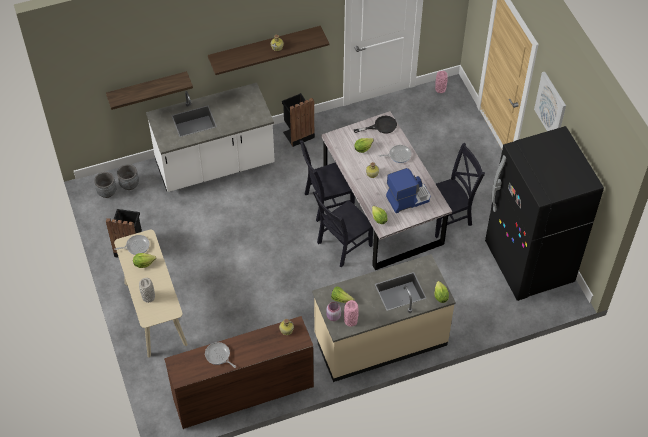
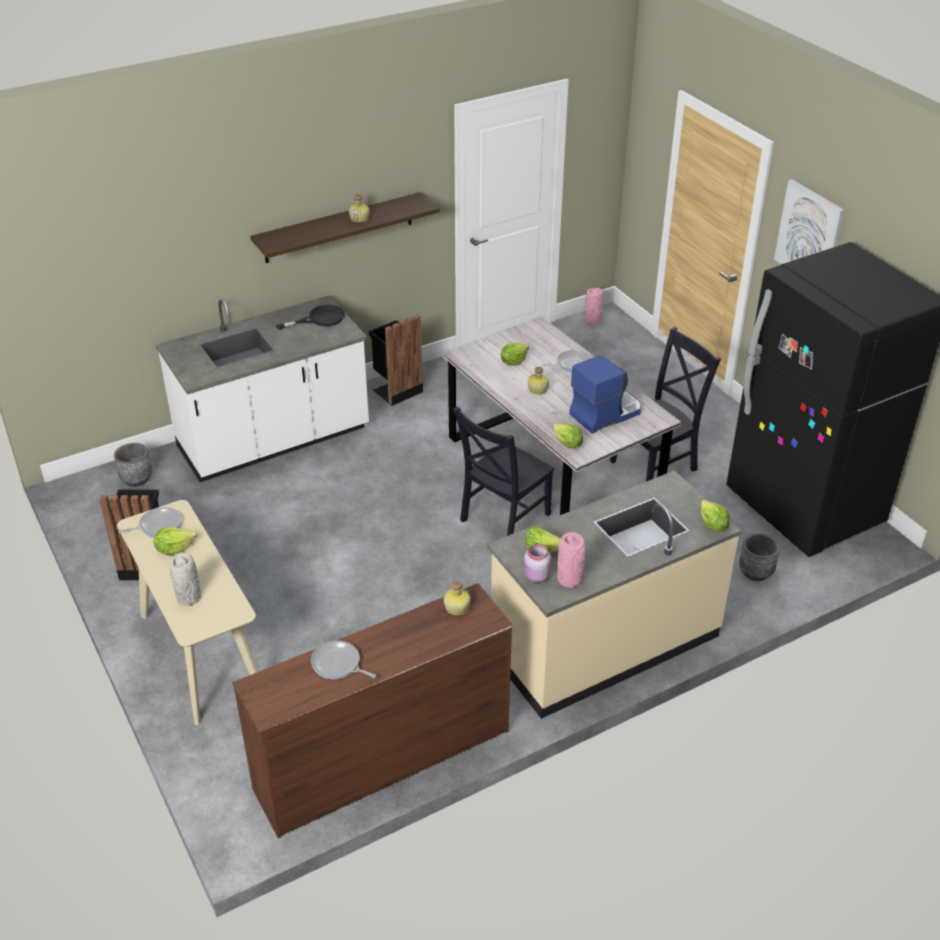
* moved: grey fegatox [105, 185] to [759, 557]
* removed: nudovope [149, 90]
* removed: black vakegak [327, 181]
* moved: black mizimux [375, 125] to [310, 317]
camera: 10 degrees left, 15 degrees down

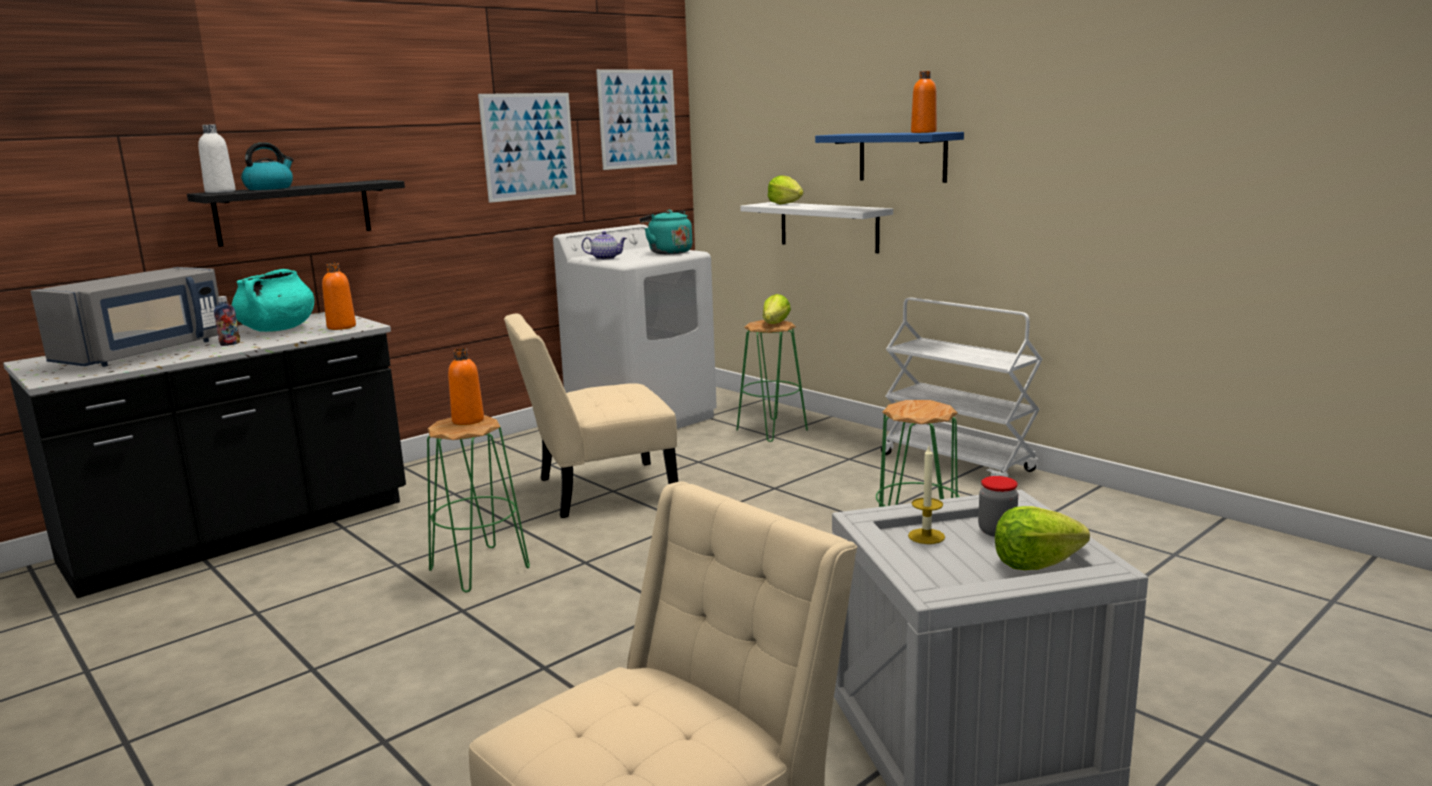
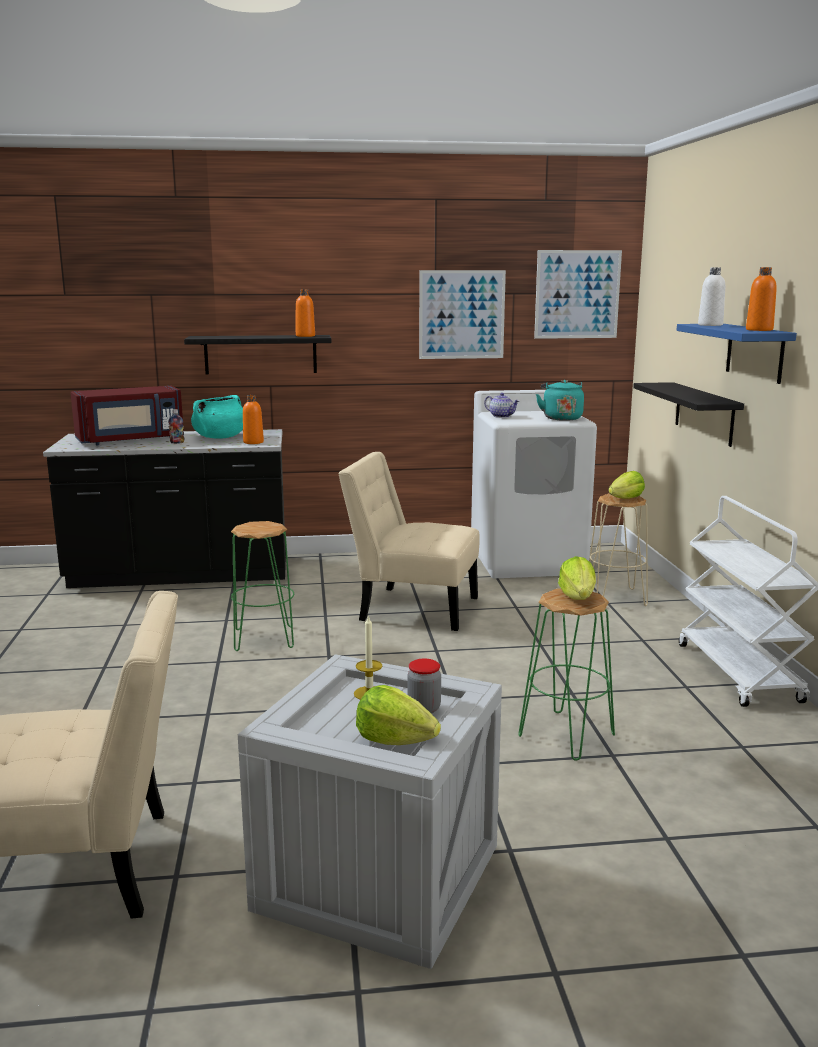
* recoloured: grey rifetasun [125, 317] to red rifetasun [127, 416]
* moved: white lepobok [216, 158] to [711, 296]
* removed: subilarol [267, 166]
* moved: orange lepobok [466, 386] to [305, 313]
* recoloured: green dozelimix [772, 381] to beige dozelimix [618, 549]
* recoloured: white nudovope [816, 227] to black nudovope [688, 414]
* moved: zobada [786, 189] to [577, 578]
camera: 35 degrees right, 0 degrees up

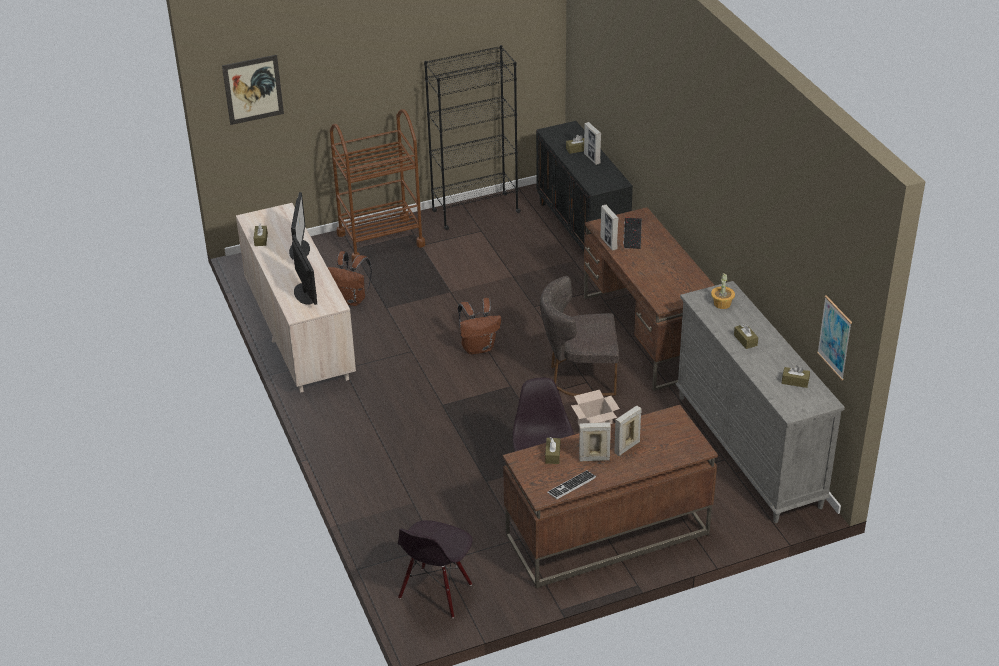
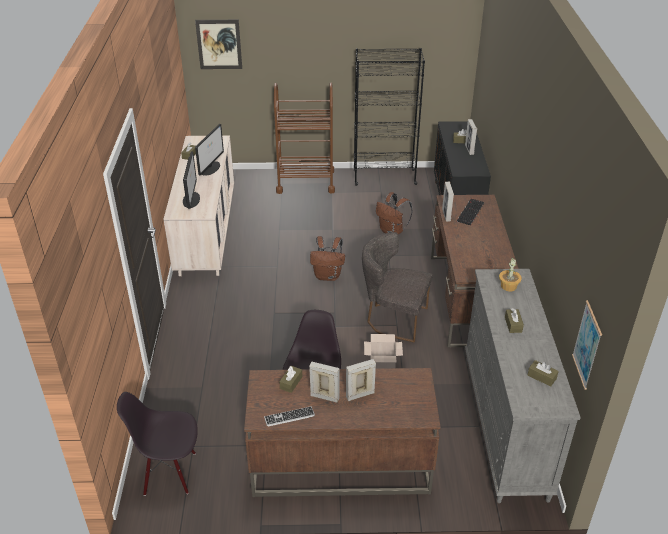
* moved: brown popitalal [349, 278] to [394, 213]
* turned: black vakegak [435, 569] = [157, 444] 45 degrees clockwise
camera: 20 degrees right, 0 degrees up

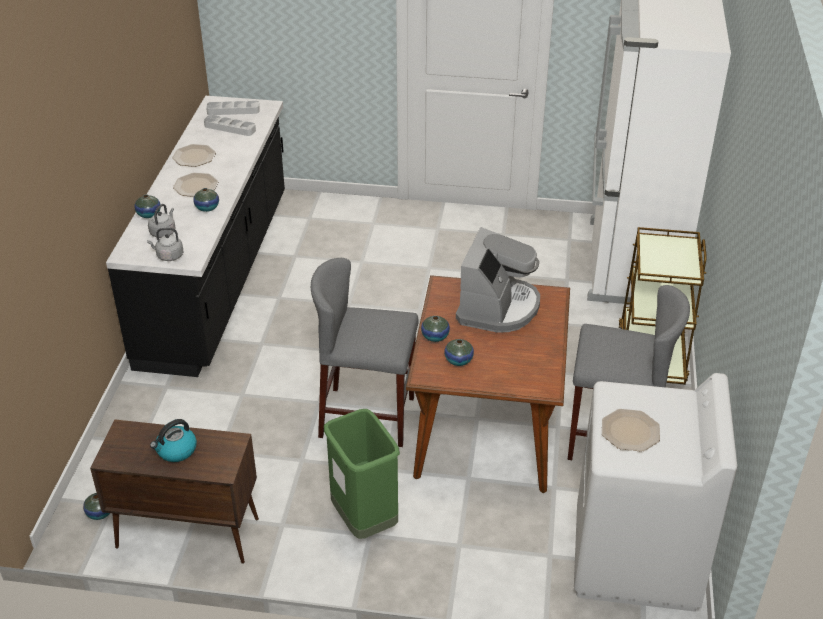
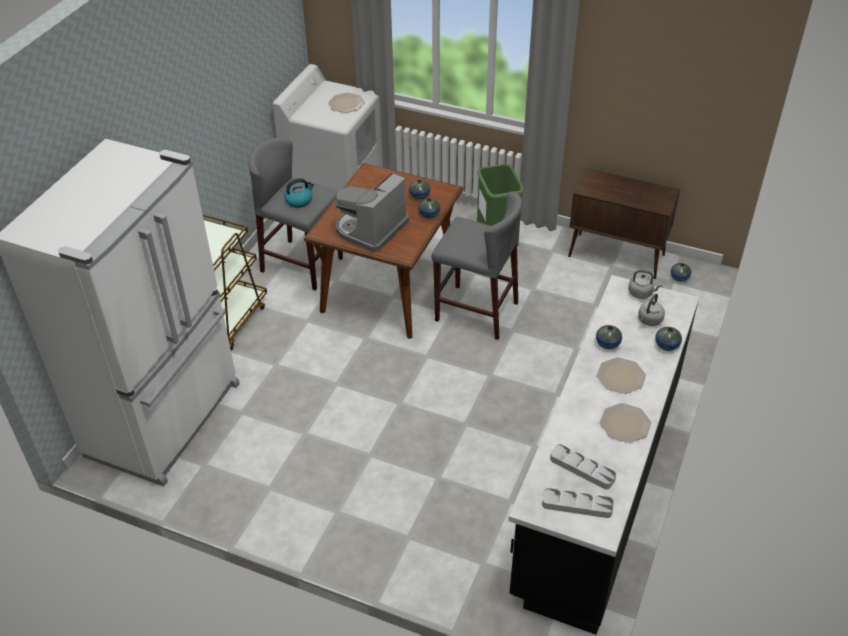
* moved: subilarol [173, 440] to [299, 193]
camera: 165 degrees left, 5 degrees up

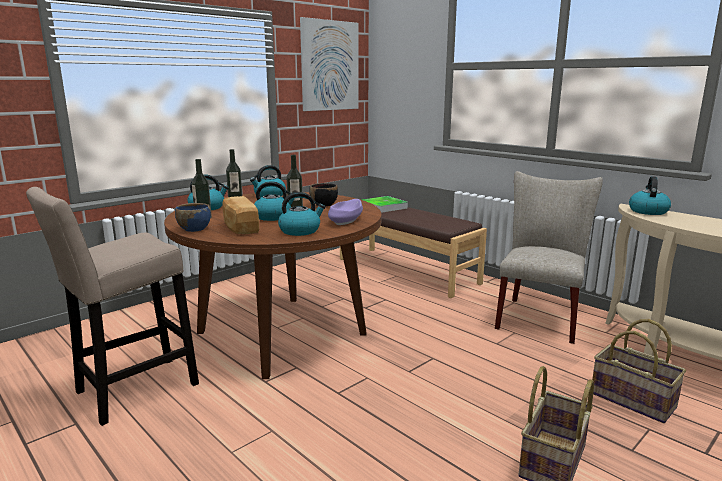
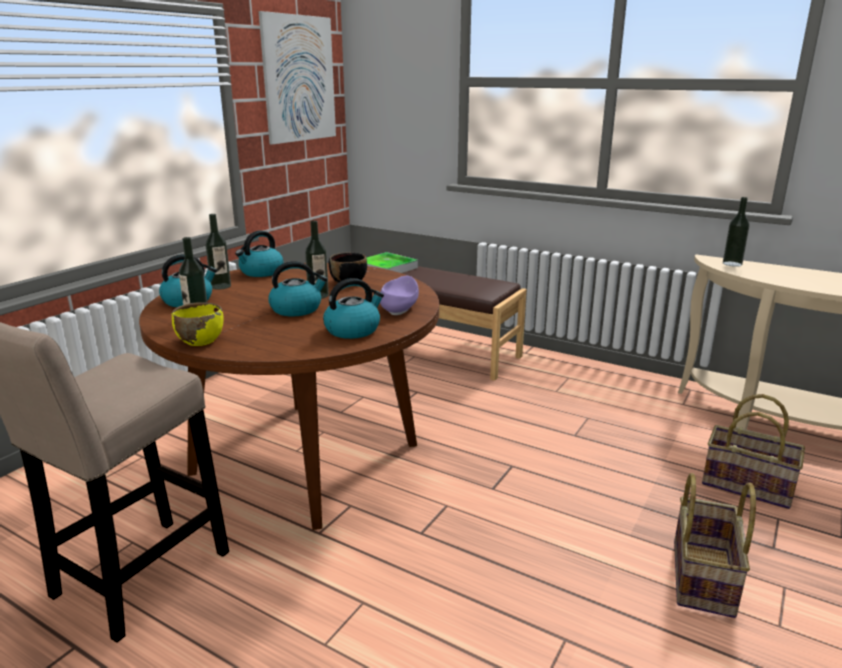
* recoloured: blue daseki [193, 217] to yellow daseki [198, 324]
* removed: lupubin [241, 215]
* removed: beige vakegak [549, 257]
* replaced: subilarol [650, 195] to lepobok [736, 232]
camera: 15 degrees left, 5 degrees up

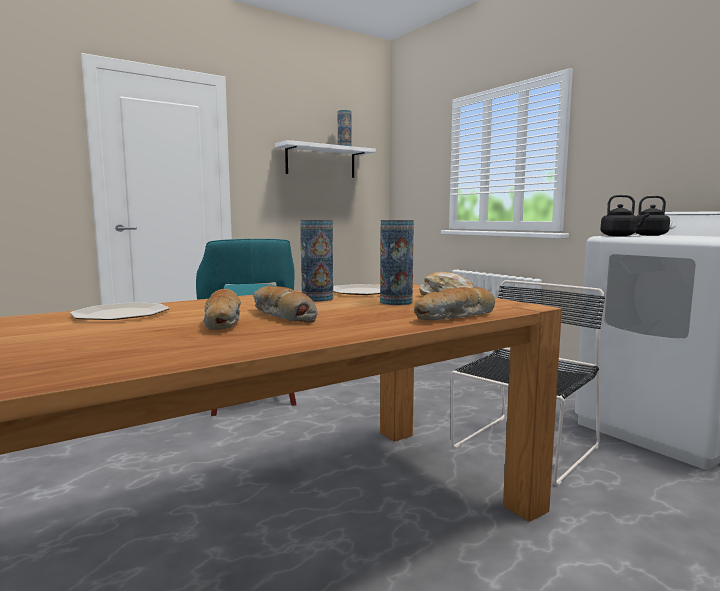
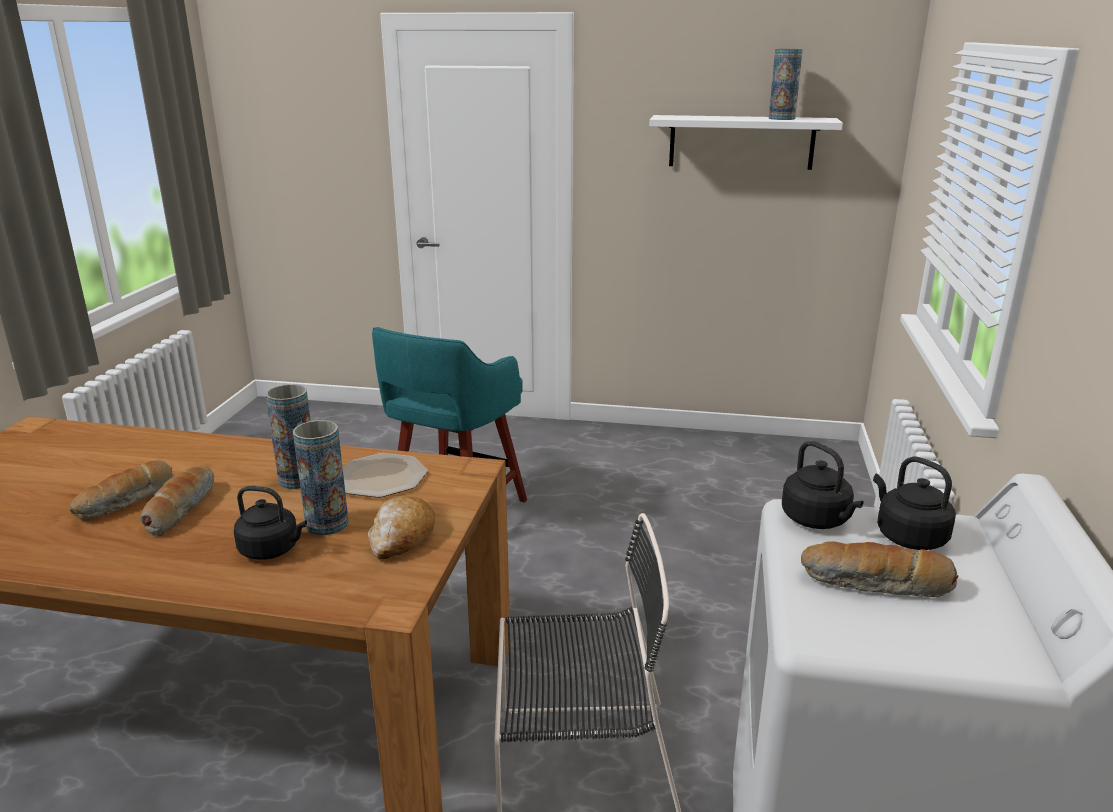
* removed: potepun [120, 311]
* moved: lupubin [454, 304] to [879, 569]
* added: black subilarol [270, 523]
camera: 45 degrees right, 15 degrees up

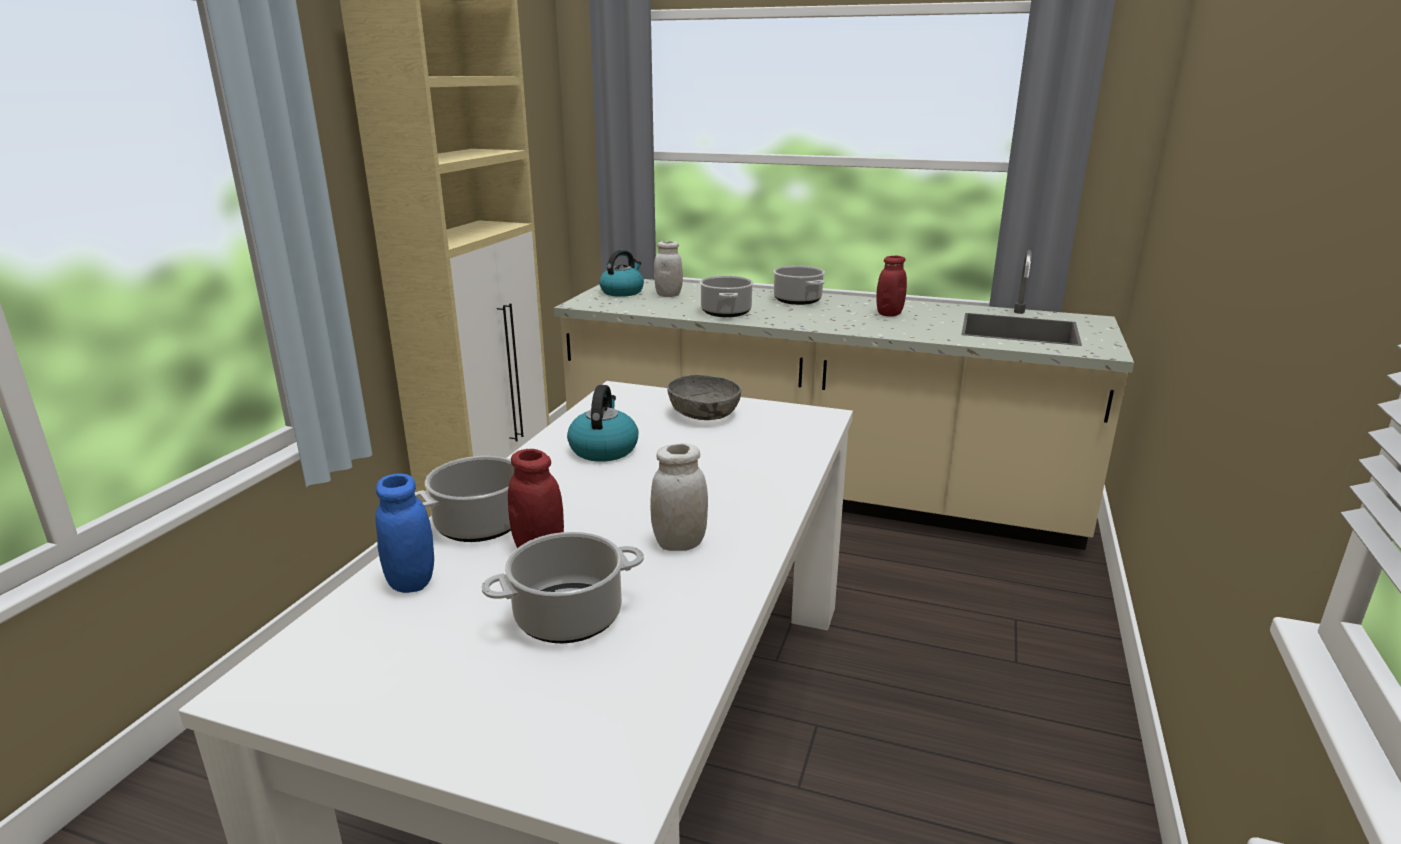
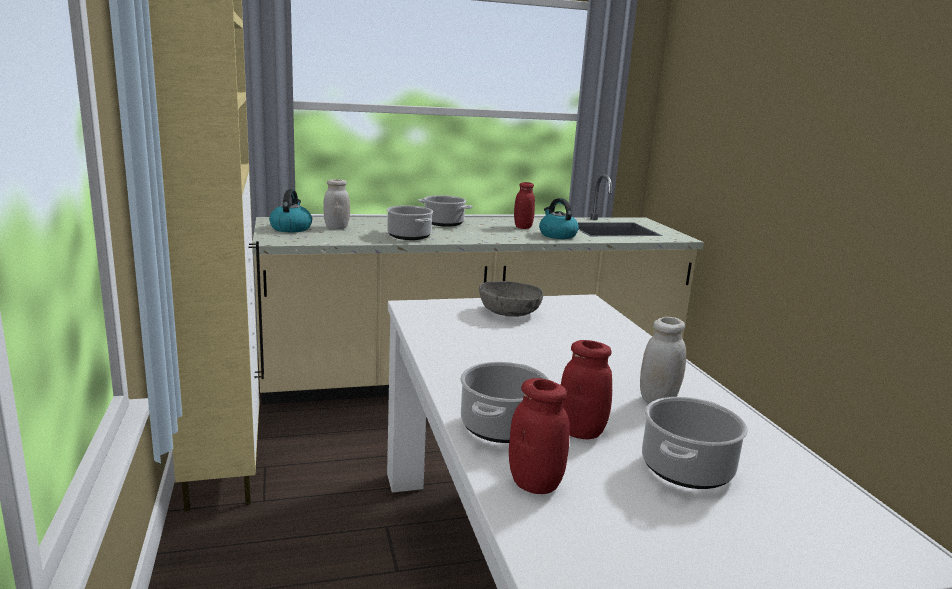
* recoloured: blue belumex [404, 533] to red belumex [539, 436]
* moved: subilarol [602, 423] to [559, 218]
camera: 35 degrees left, 5 degrees down

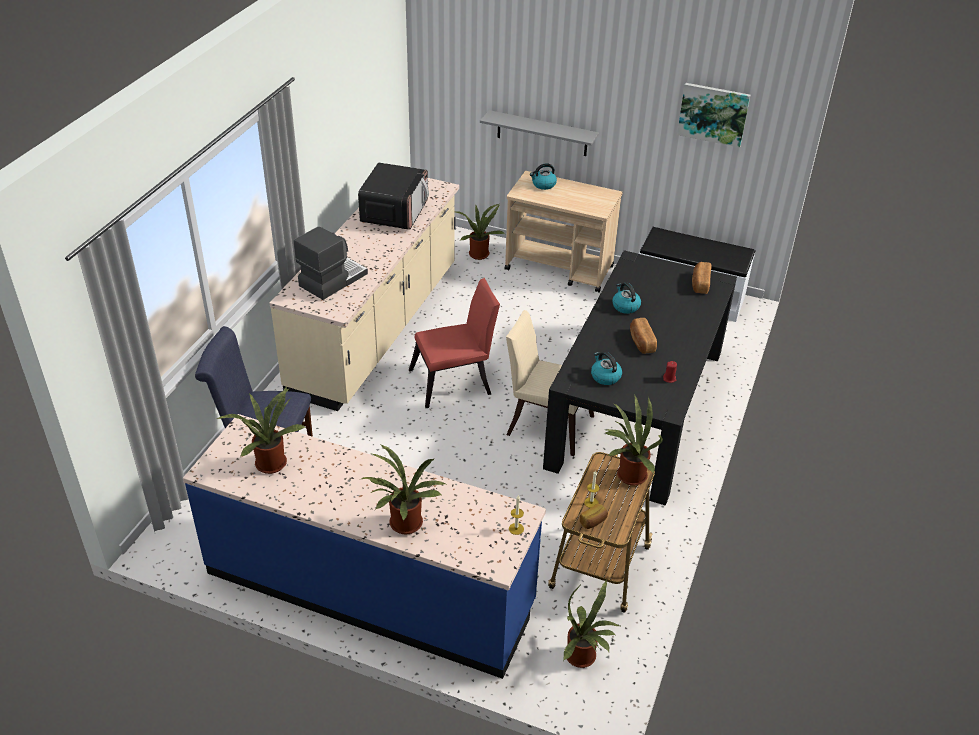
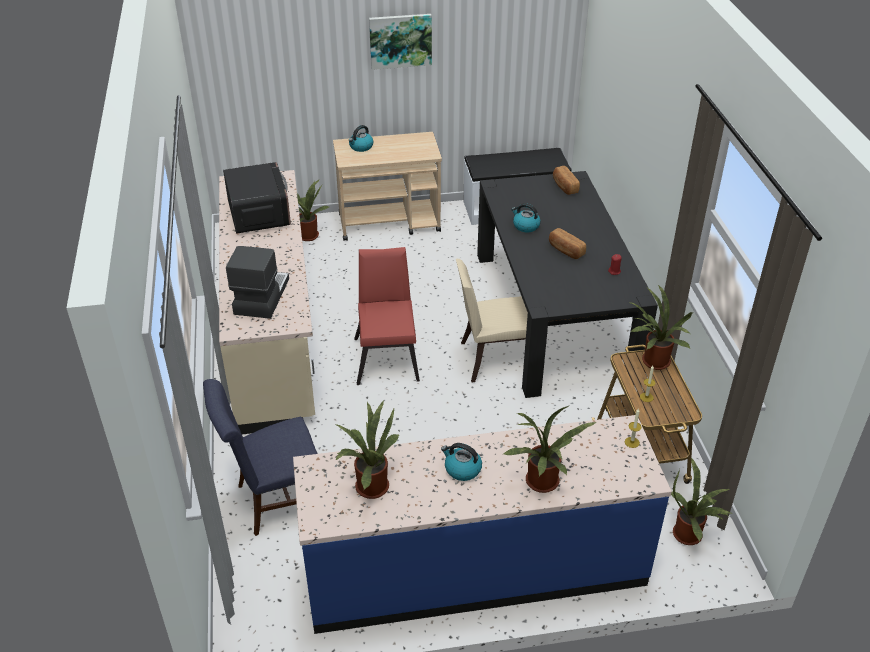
* turned: red vakegak [454, 343] = [387, 316] 45 degrees counterclockwise
* removed: grey nudovope [539, 133]
* removed: lupubin [594, 516]
* moved: subilarol [606, 368] to [461, 462]
* moved: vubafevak [713, 115] to [400, 42]
camera: 30 degrees left, 0 degrees up

